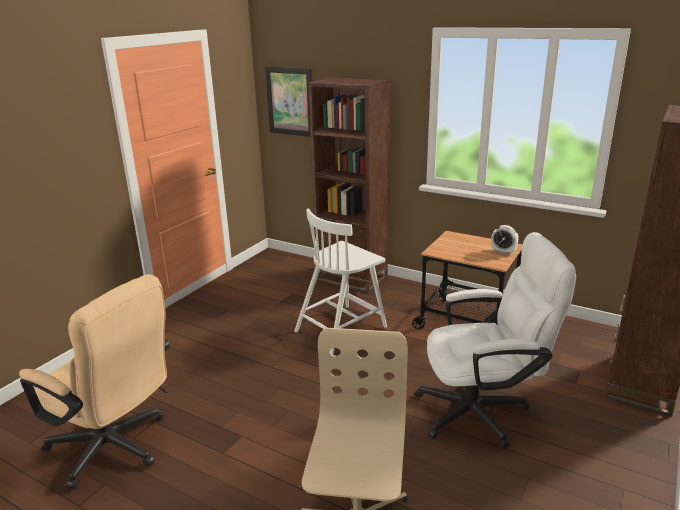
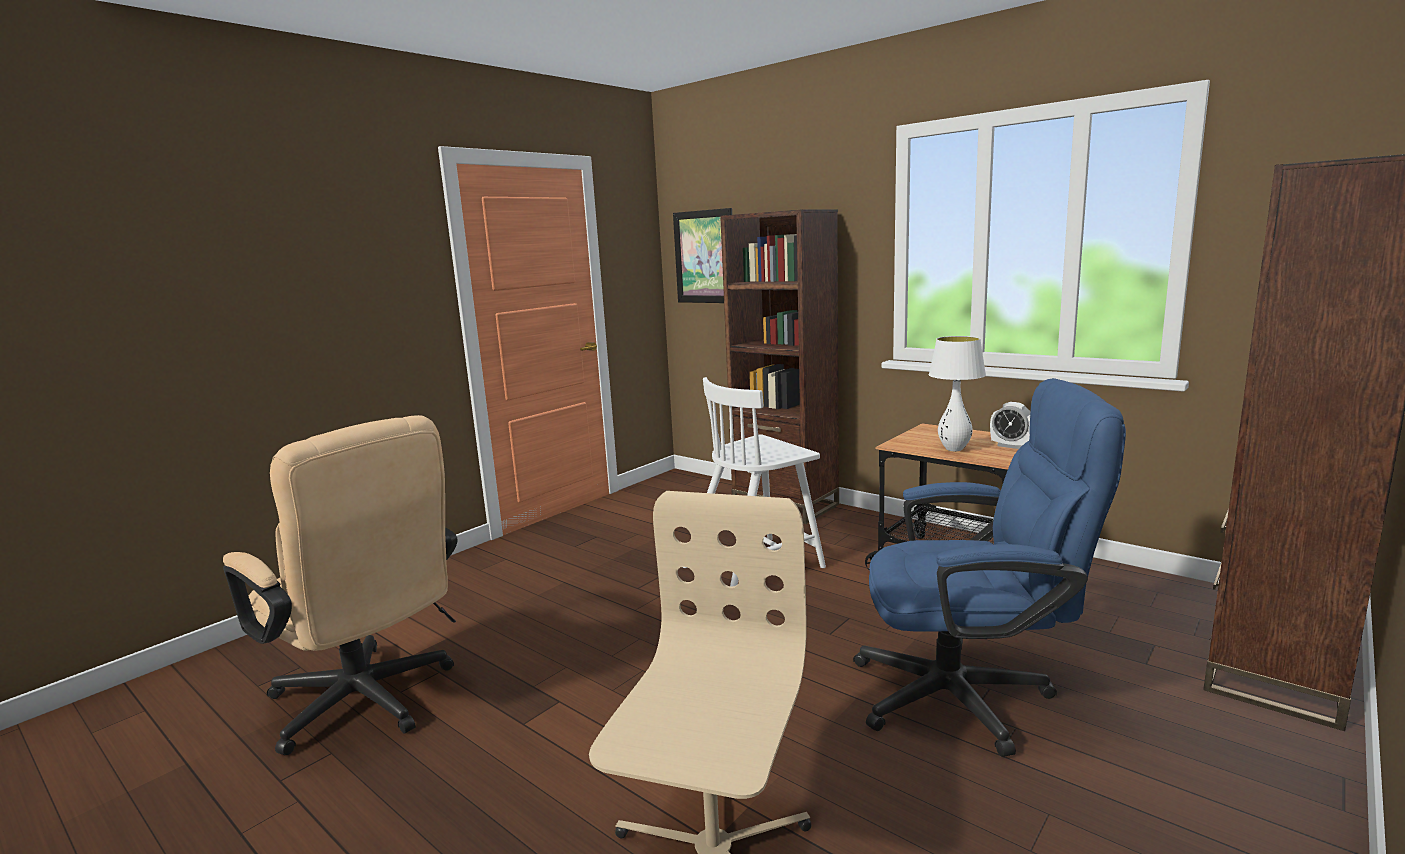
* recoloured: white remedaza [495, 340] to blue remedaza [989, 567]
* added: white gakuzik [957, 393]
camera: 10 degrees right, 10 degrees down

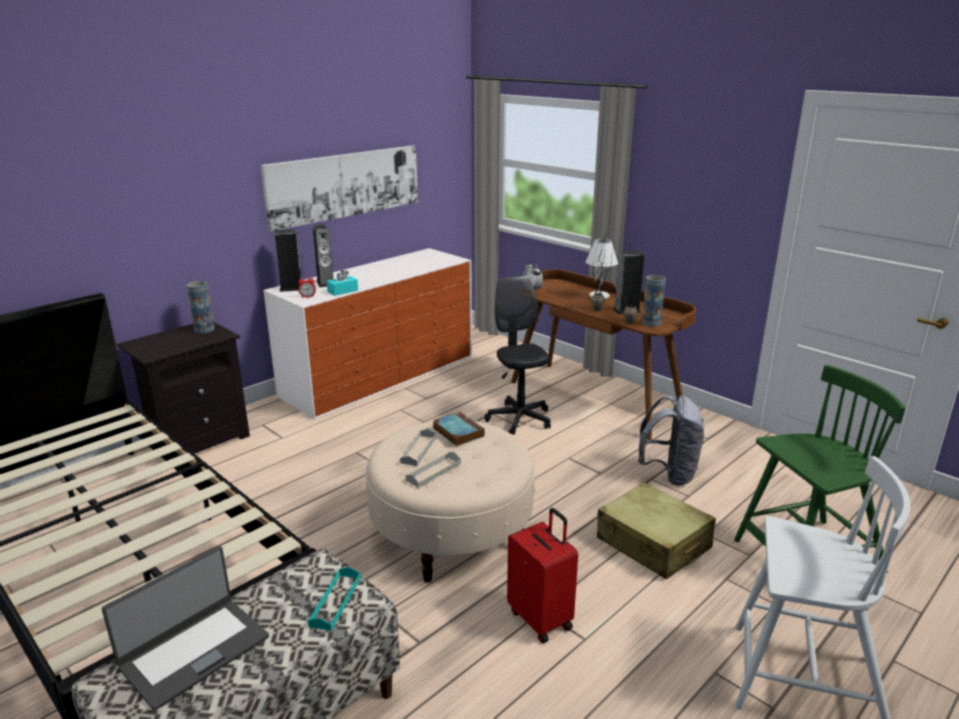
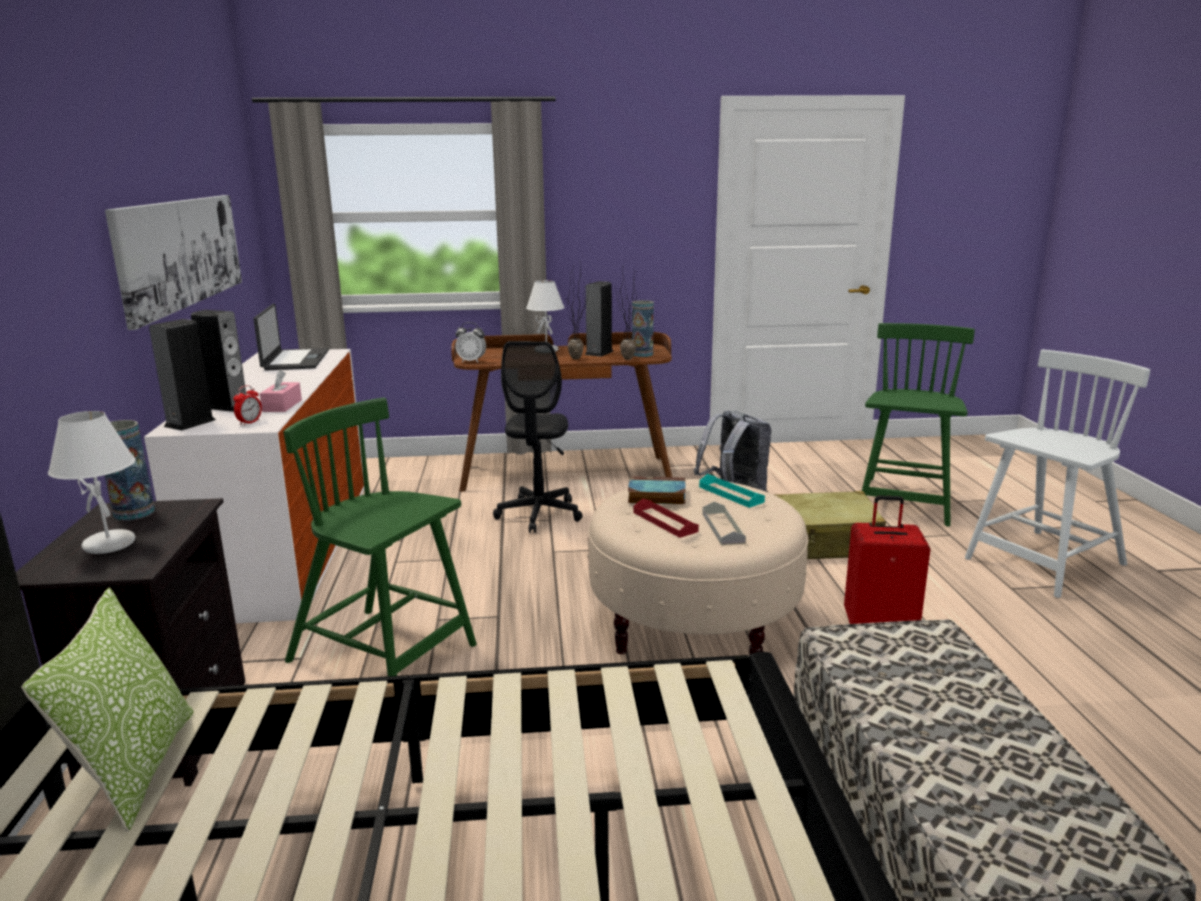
* moved: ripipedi [185, 628] to [291, 337]
* moved: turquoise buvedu [334, 599] to [732, 491]
* recoloured: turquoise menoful [342, 282] to pink menoful [281, 390]
* recoloured: grey buvedu [418, 447] to red buvedu [666, 518]
* turned: black remedaza [517, 355] = [538, 437] 105 degrees counterclockwise
* added: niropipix [107, 709]
* added: white gakuzik [91, 482]
* added: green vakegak [380, 537]
camera: 50 degrees left, 5 degrees down

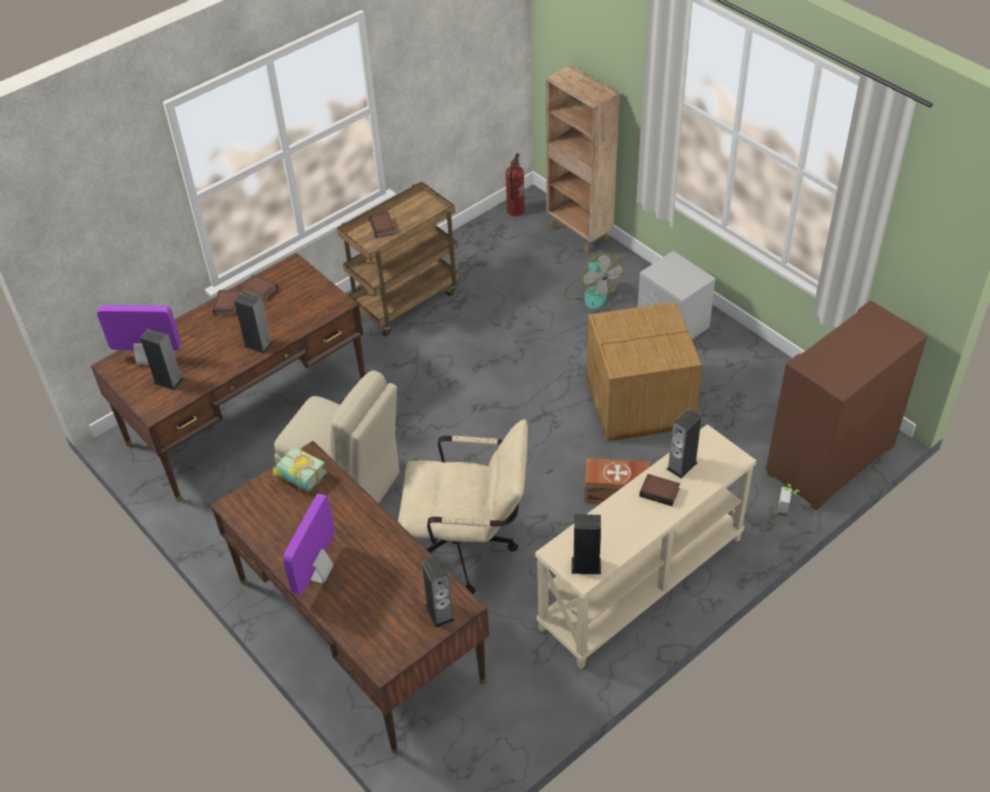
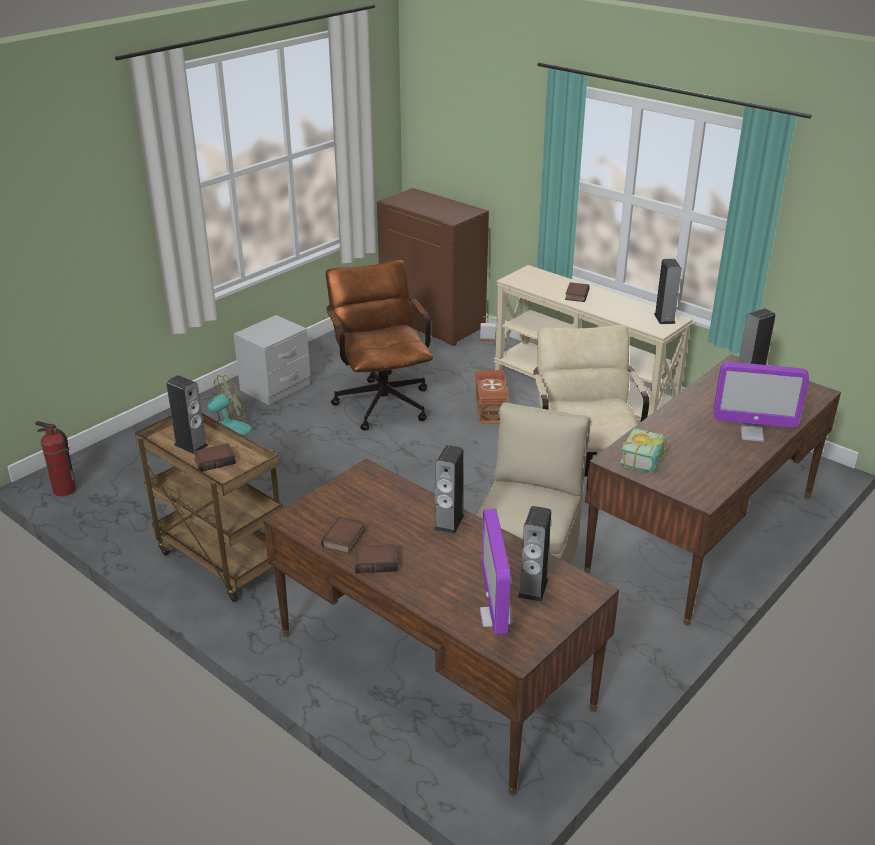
* removed: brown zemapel [583, 159]
* replaced: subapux [644, 372] to brown remedaza [379, 345]
* moved: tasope [684, 443] to [187, 414]
camera: 100 degrees left, 15 degrees down

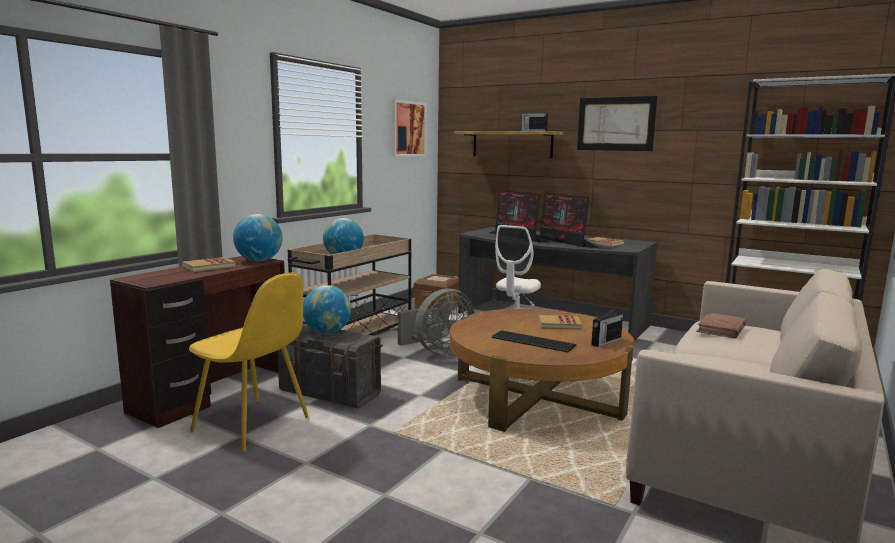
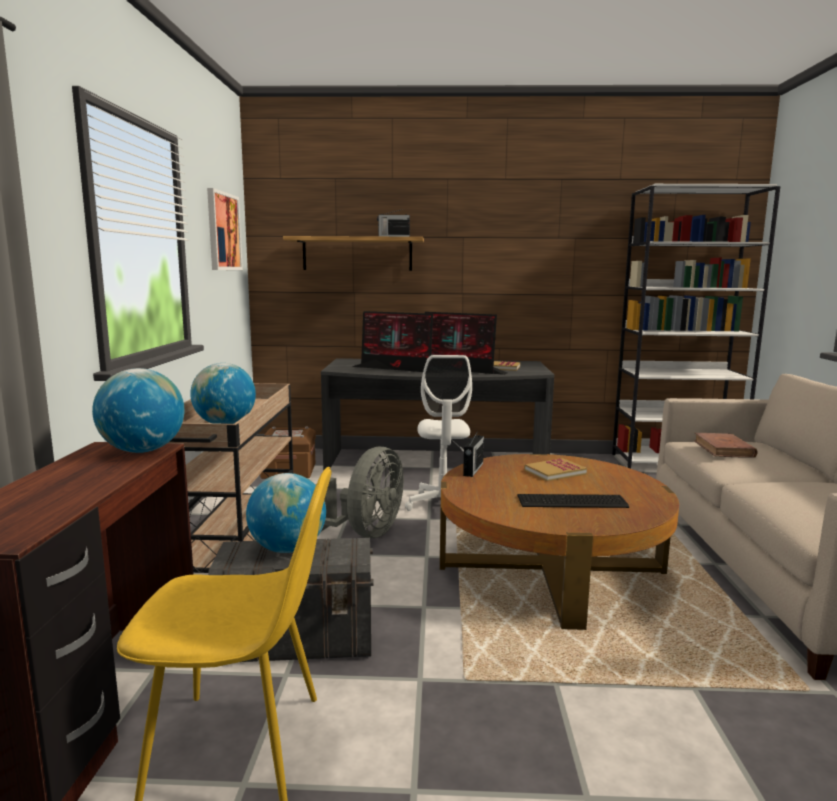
* removed: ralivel [209, 264]
* removed: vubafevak [617, 123]
* moved: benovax [607, 327] to [473, 453]
camera: 30 degrees left, 0 degrees up

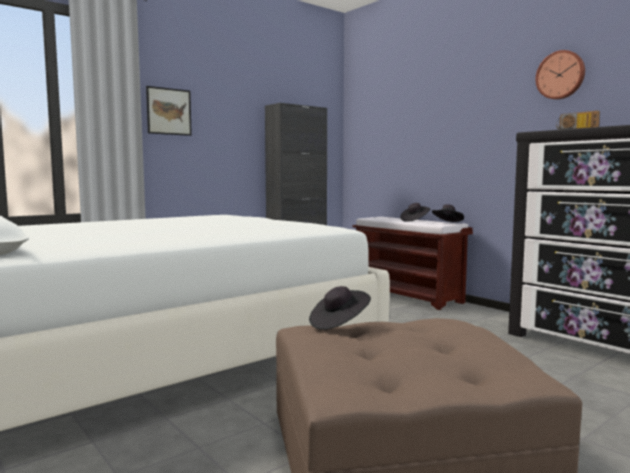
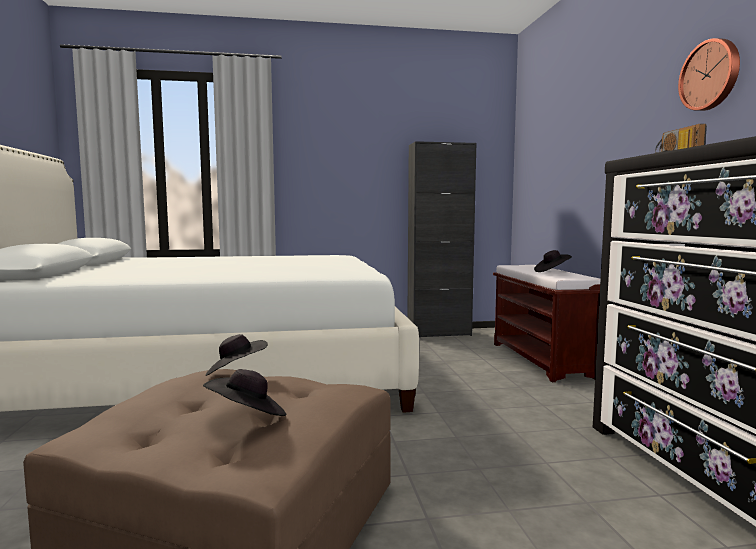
* removed: vubafevak [169, 111]
* moved: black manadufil [448, 213] to [244, 392]
camera: 30 degrees right, 0 degrees up

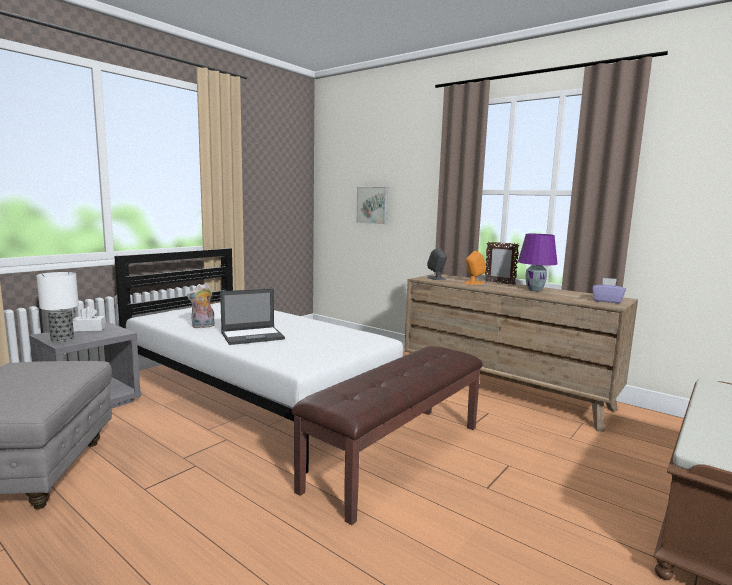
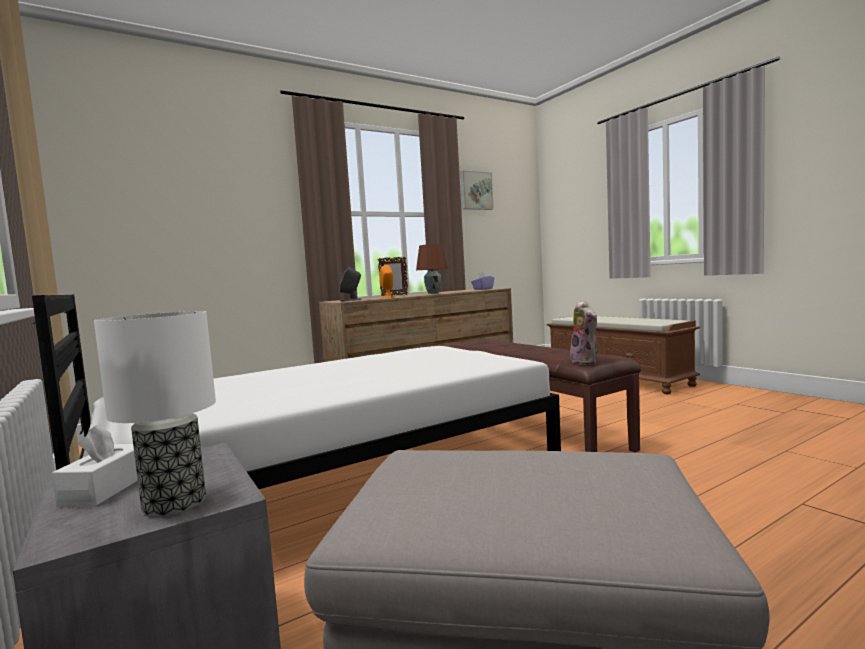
* moved: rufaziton [201, 305] to [583, 332]
* removed: ripipedi [252, 316]
* moved: vubafevak [372, 205] to [477, 190]
* recoloured: purple gakuzik [537, 262] to brown gakuzik [432, 269]
camera: 70 degrees left, 5 degrees down

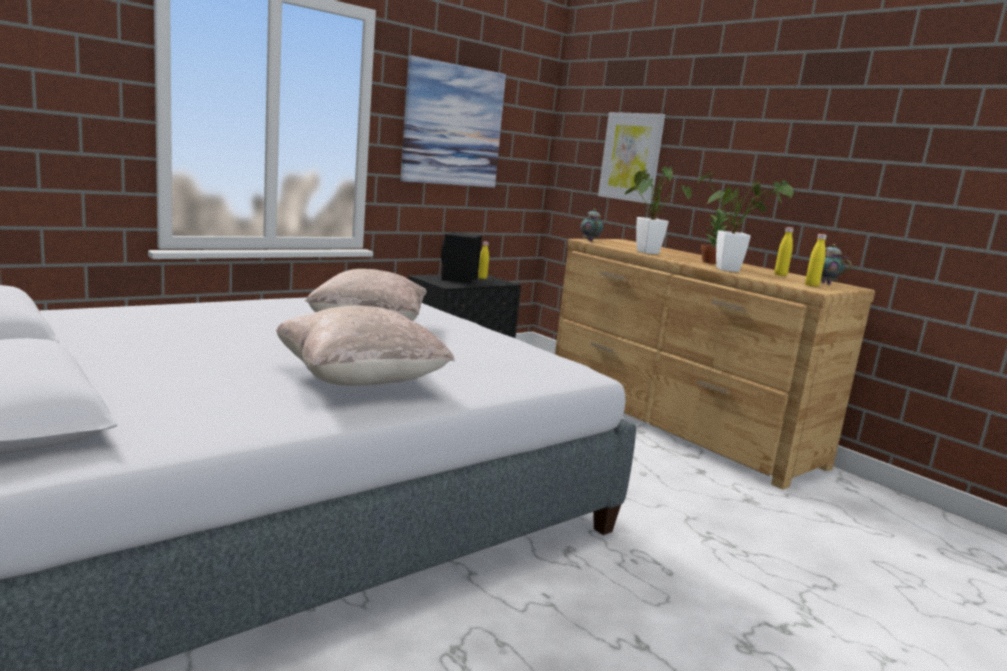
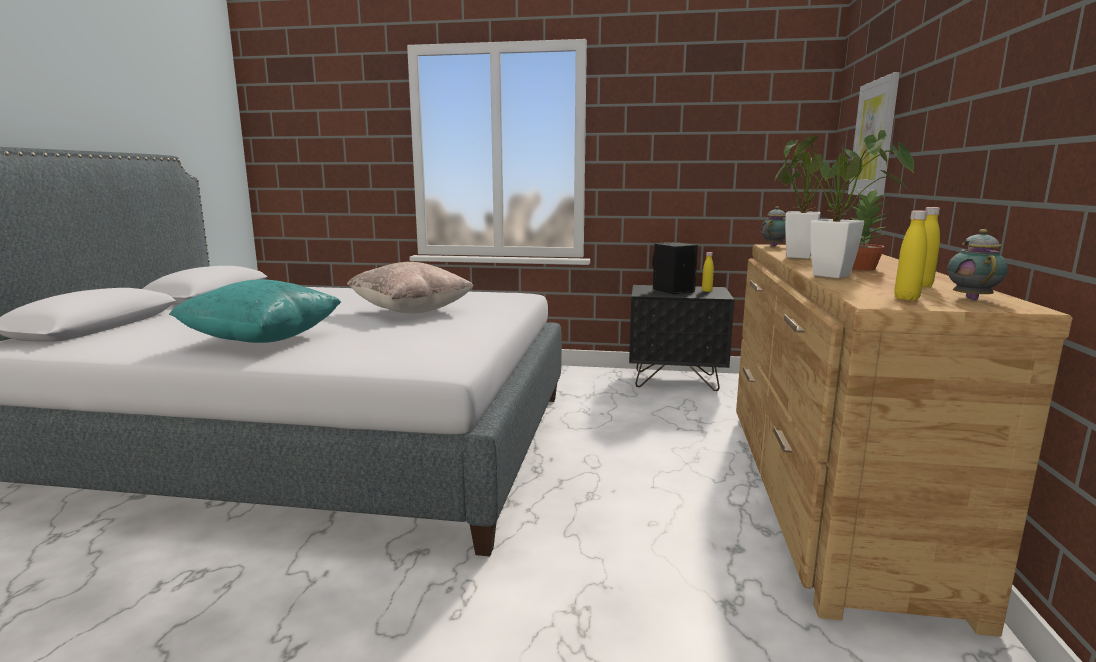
* recoloured: beige niropipix [365, 346] to turquoise niropipix [255, 311]
* removed: vubafevak [453, 121]
camera: 50 degrees right, 0 degrees up

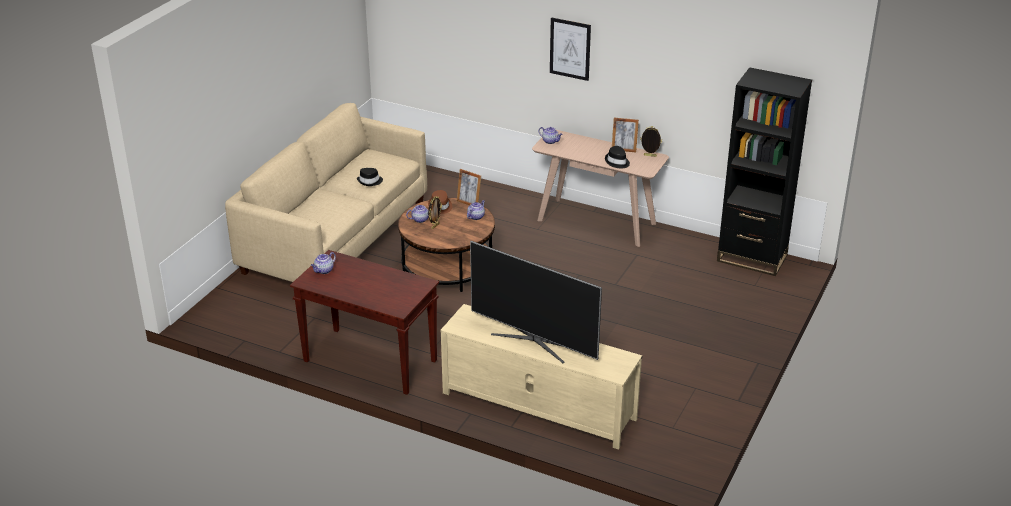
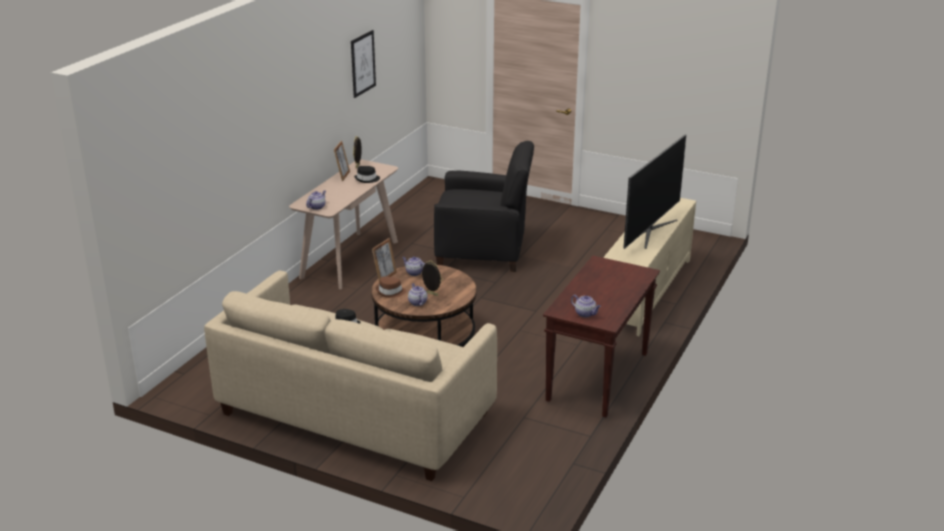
* moved: vubafevak [570, 49] to [363, 64]
* removed: black zemapel [764, 171]
* added: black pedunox [484, 206]
camera: 90 degrees left, 5 degrees down

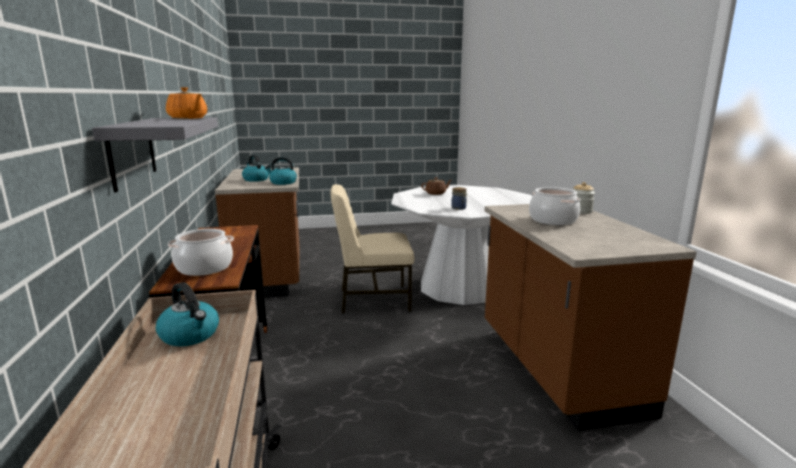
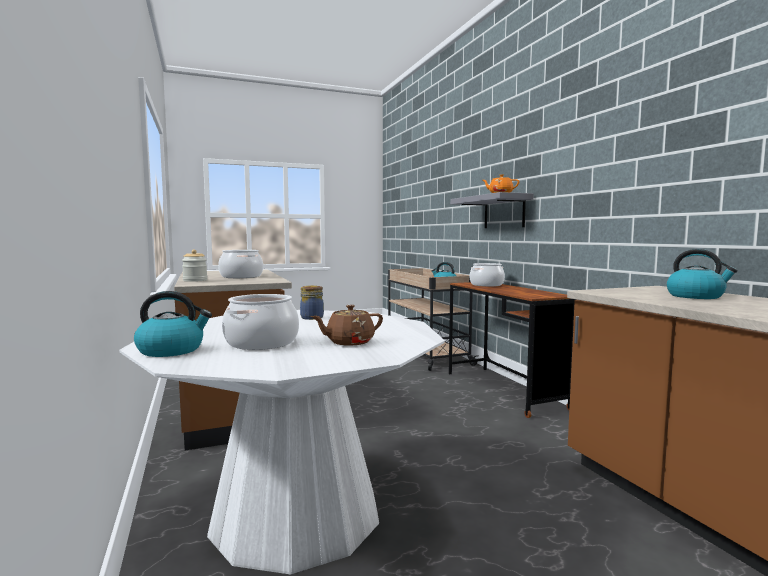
* moved: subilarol [281, 171] to [173, 324]
* removed: beige vakegak [372, 249]
* added: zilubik [260, 322]
camera: 170 degrees right, 10 degrees down

